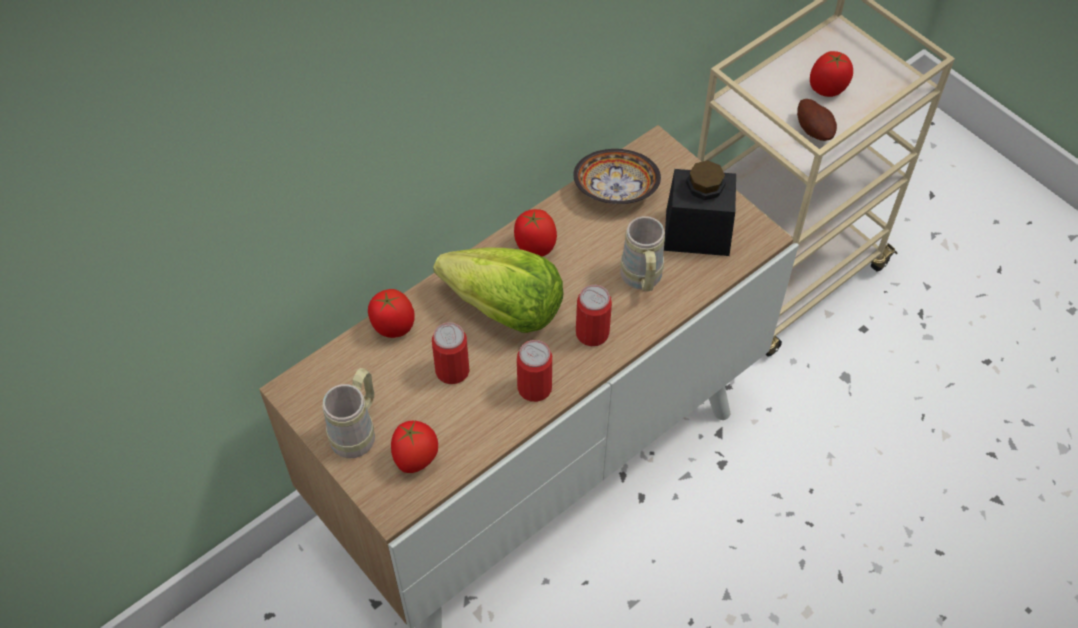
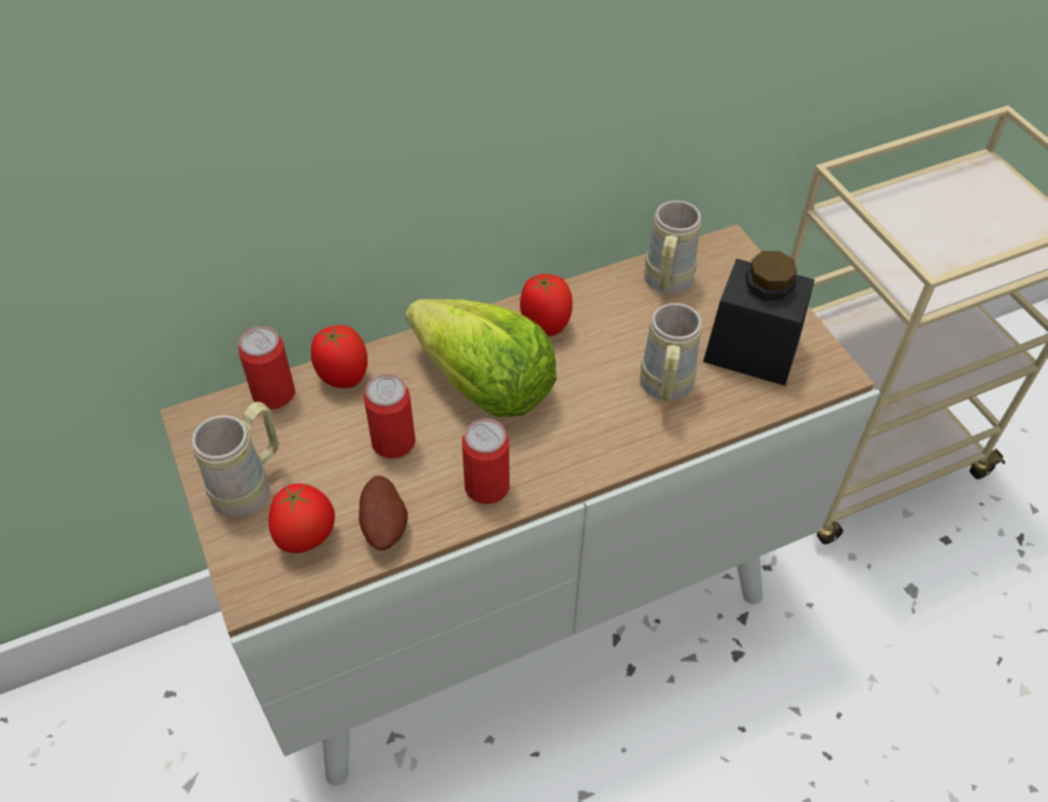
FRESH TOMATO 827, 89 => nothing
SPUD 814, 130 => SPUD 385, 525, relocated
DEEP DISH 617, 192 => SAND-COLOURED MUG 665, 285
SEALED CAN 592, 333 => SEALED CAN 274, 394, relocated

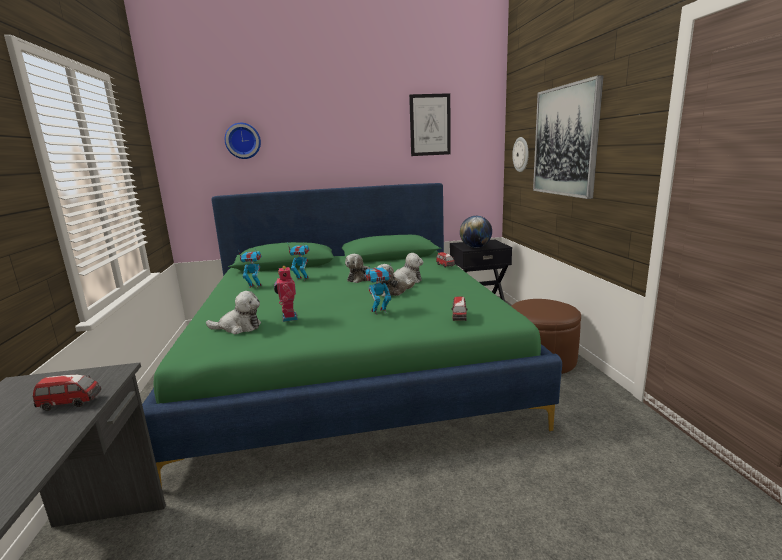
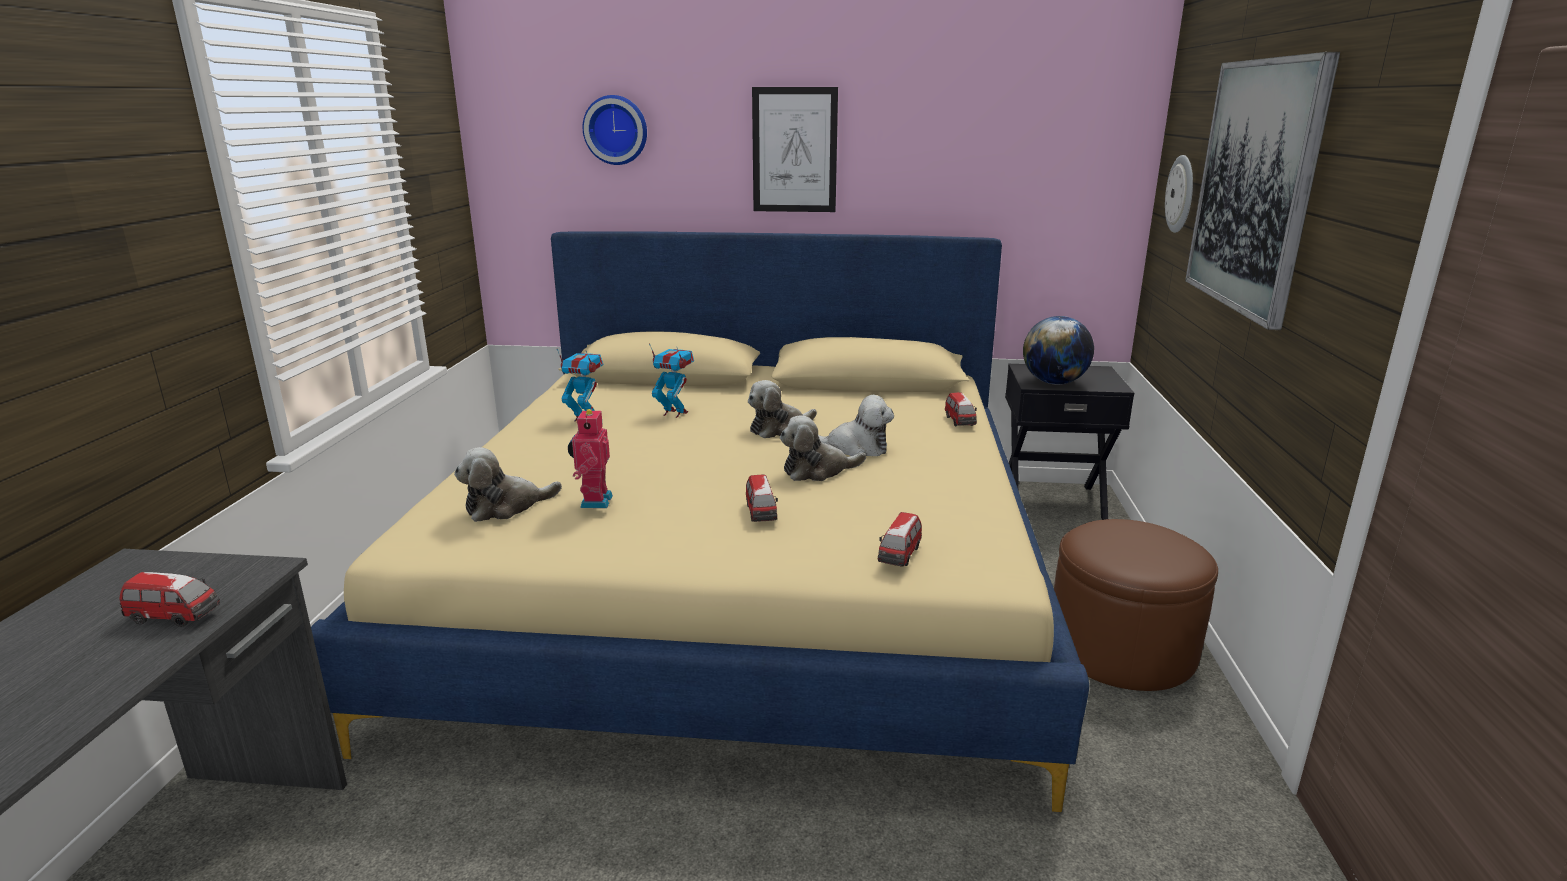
PICTURE 430, 125 => PICTURE 794, 150, relocated
GREENISH BEDROOM BED 351, 363 => SAND-COLOURED BEDROOM BED 744, 584
MODEL ROBOT 379, 311 => TOY CAR 761, 513
CUDDLY TOY 239, 327 => CUDDLY TOY 505, 507, 135 degrees clockwise

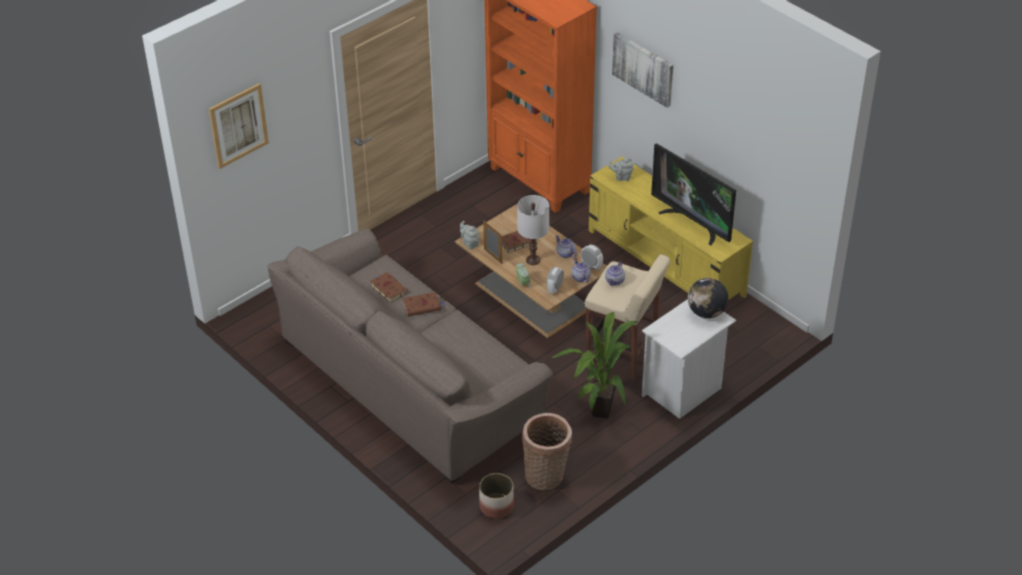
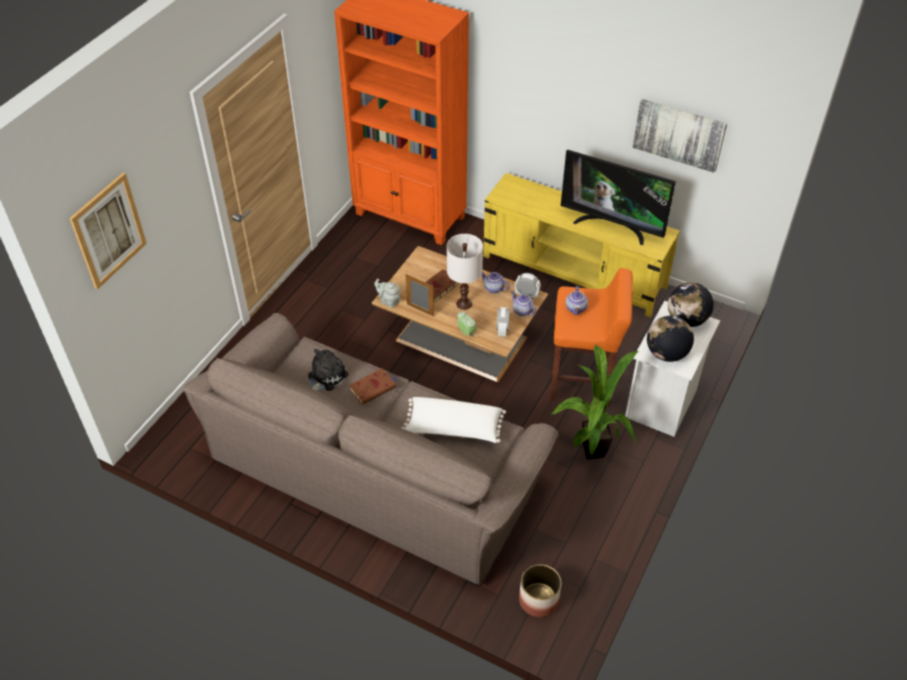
PICTURE 643, 68 => PICTURE 679, 134, relocated
GREYISH POT FOR TEA 621, 177 => nothing
SAND-COLOURED STOOL 623, 354 => ORANGE STOOL 582, 380
BROWNISH BOUND BOOK 388, 288 => CUDDLY TOY 325, 377
STORAGE BASKET 546, 476 => nothing
nothing => DESK GLOBE 666, 353
nothing => WHITE-COLOURED THROW PILLOW 453, 428

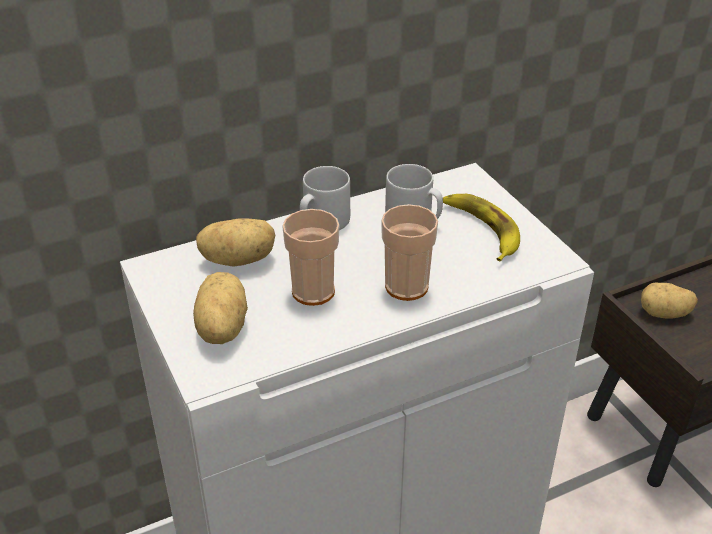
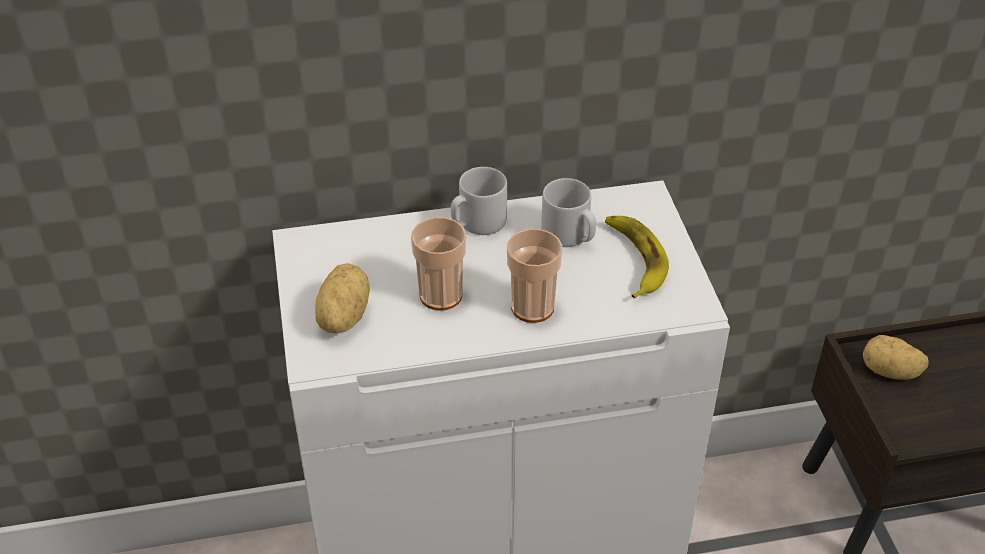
SPUD 238, 259 => nothing

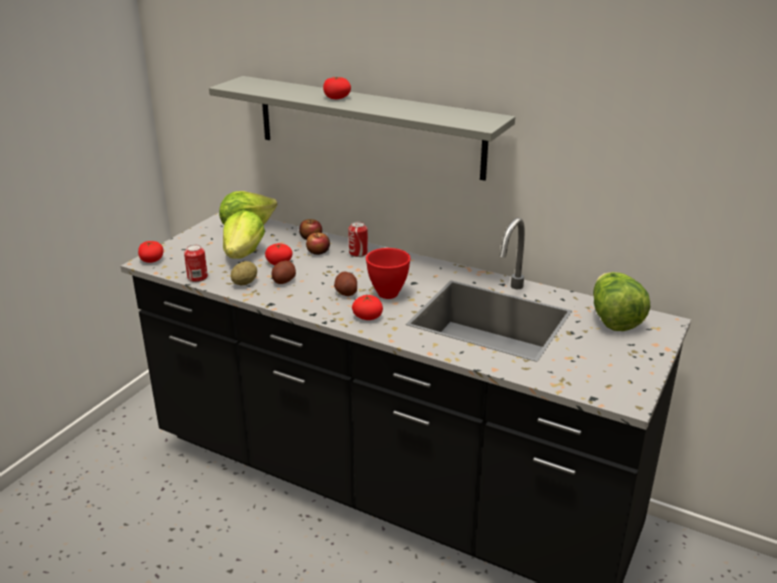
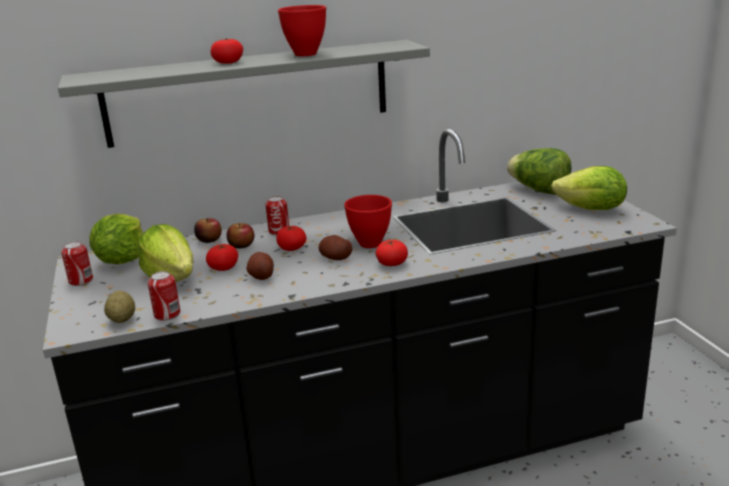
FRESH TOMATO 152, 260 => FRESH TOMATO 291, 248, relocated
SPUD 245, 283 => SPUD 122, 319, relocated
nothing => RED DEEP DISH 306, 54
nothing => LETTUCE HEAD 591, 209
nothing => SEALED CAN 81, 280

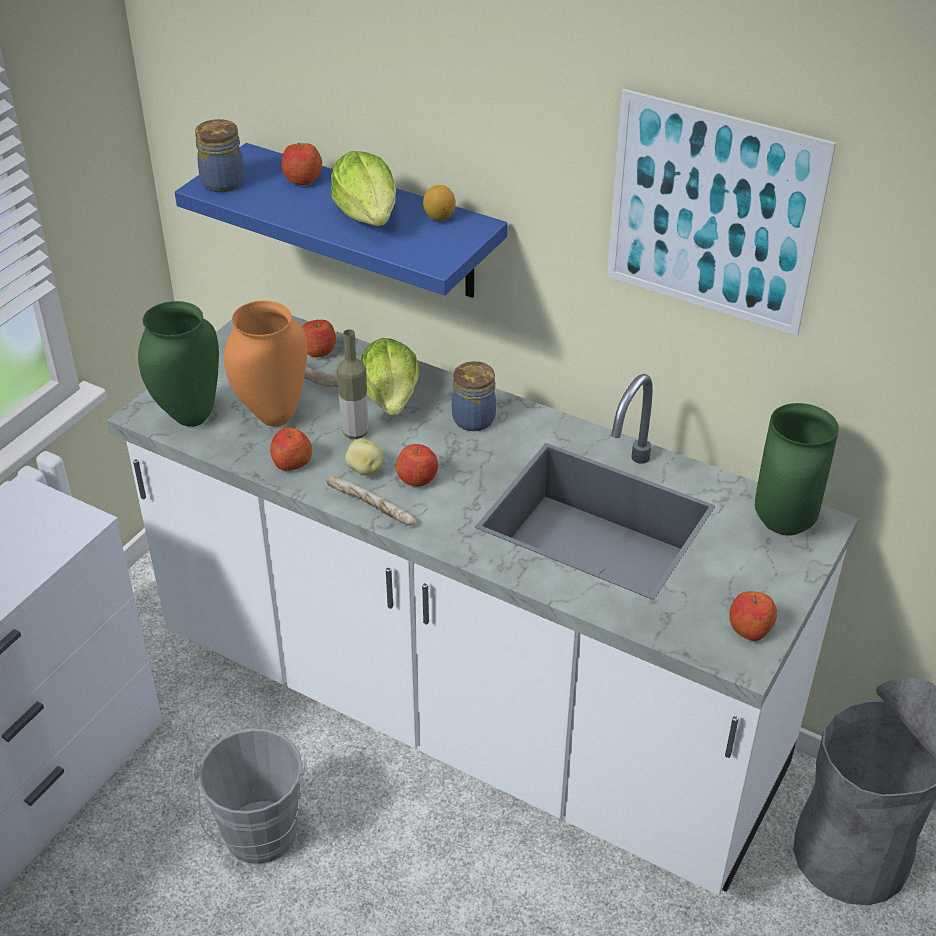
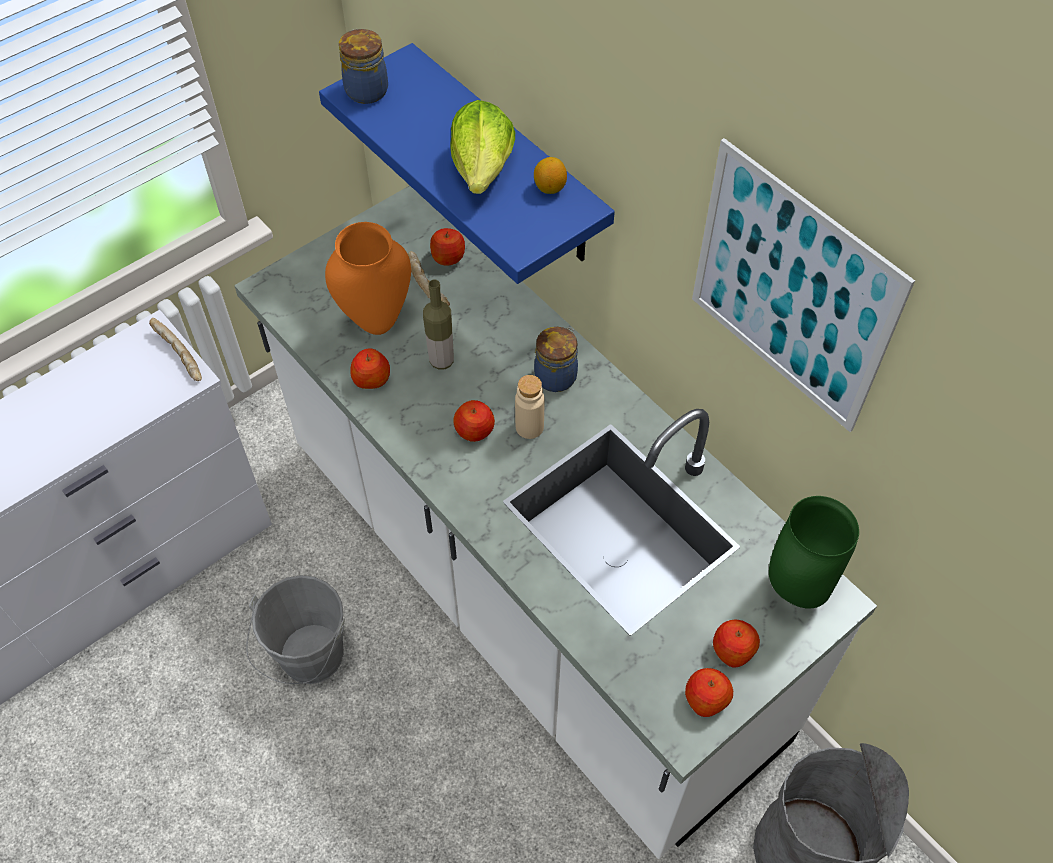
APPLE FRUIT 302, 179 => APPLE FRUIT 732, 650, relocated
GREENISH DECORATIVE VASE 188, 416 => nothing
LETTUCE HEAD 392, 398 => nothing
SPUD 365, 470 => nothing
BREAD 371, 509 => BREAD 177, 355, relocated
nothing => SAND-COLOURED DRINK BOTTLE 529, 427

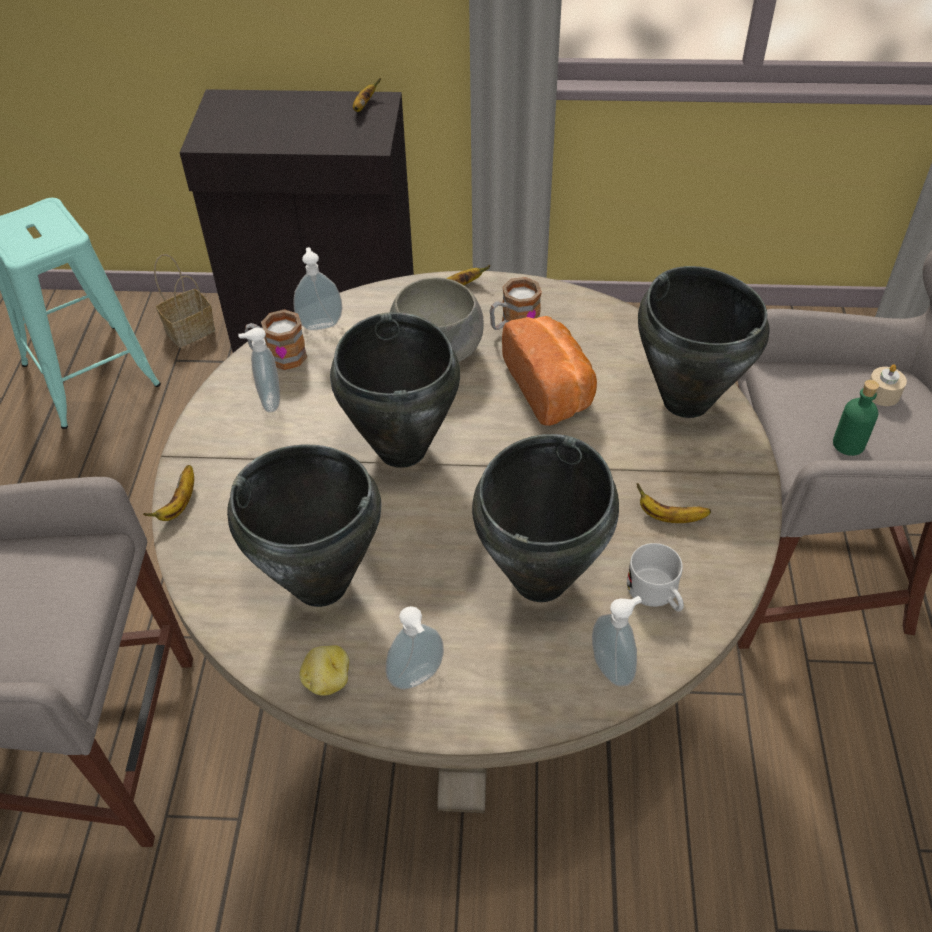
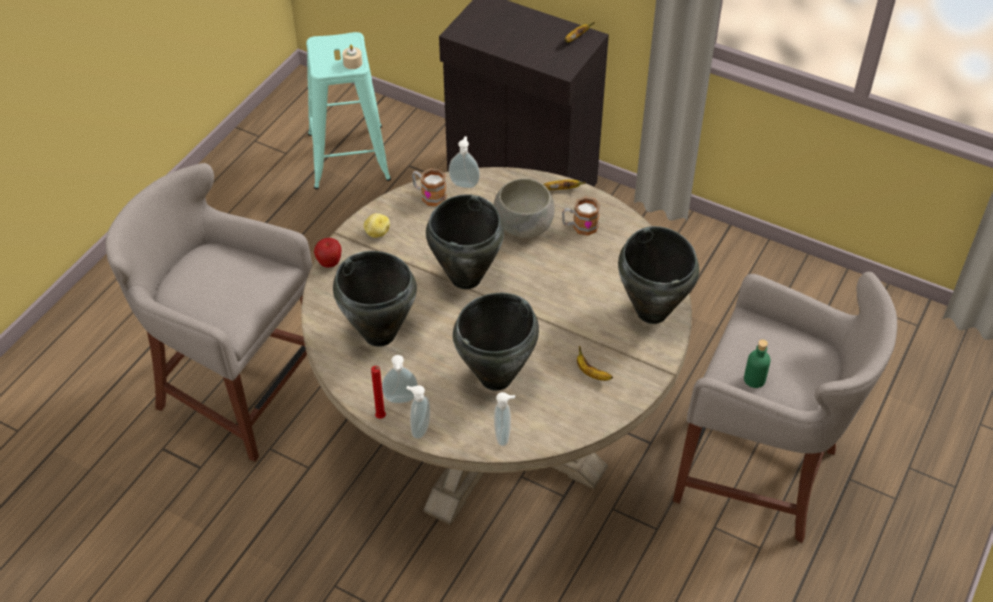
STORAGE BASKET 189, 332 => nothing
BREAD 551, 387 => nothing
SOAP DISPENSER 268, 401 => SOAP DISPENSER 419, 429, relocated
SAND-COLOURED WAX LIGHT 882, 394 => SAND-COLOURED WAX LIGHT 352, 63, relocated
WHOLE BANANA 179, 504 => APPLE FRUIT 329, 263
WHITE-COLOURED MUG 657, 594 => nothing
SPUD 327, 680 => SPUD 377, 233, relocated
nothing => RED WAX LIGHT 381, 418

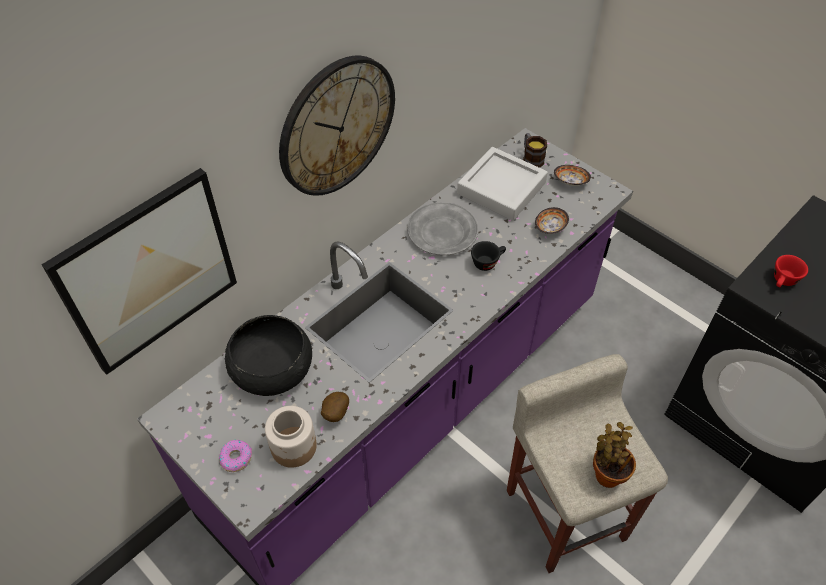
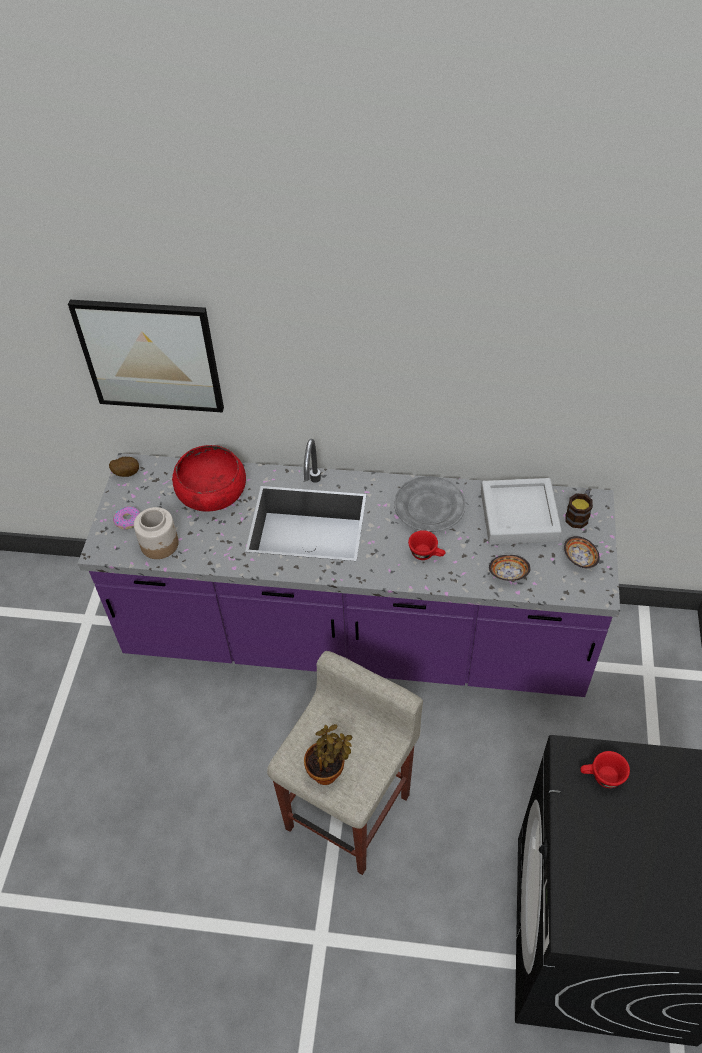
WALL CLOCK 336, 126 => nothing
BLACKISH SMALL CUP 488, 262 => RED SMALL CUP 426, 554
BLACKISH DEEP DISH 272, 368 => RED DEEP DISH 212, 491
SPUD 334, 413 => SPUD 126, 473, relocated

